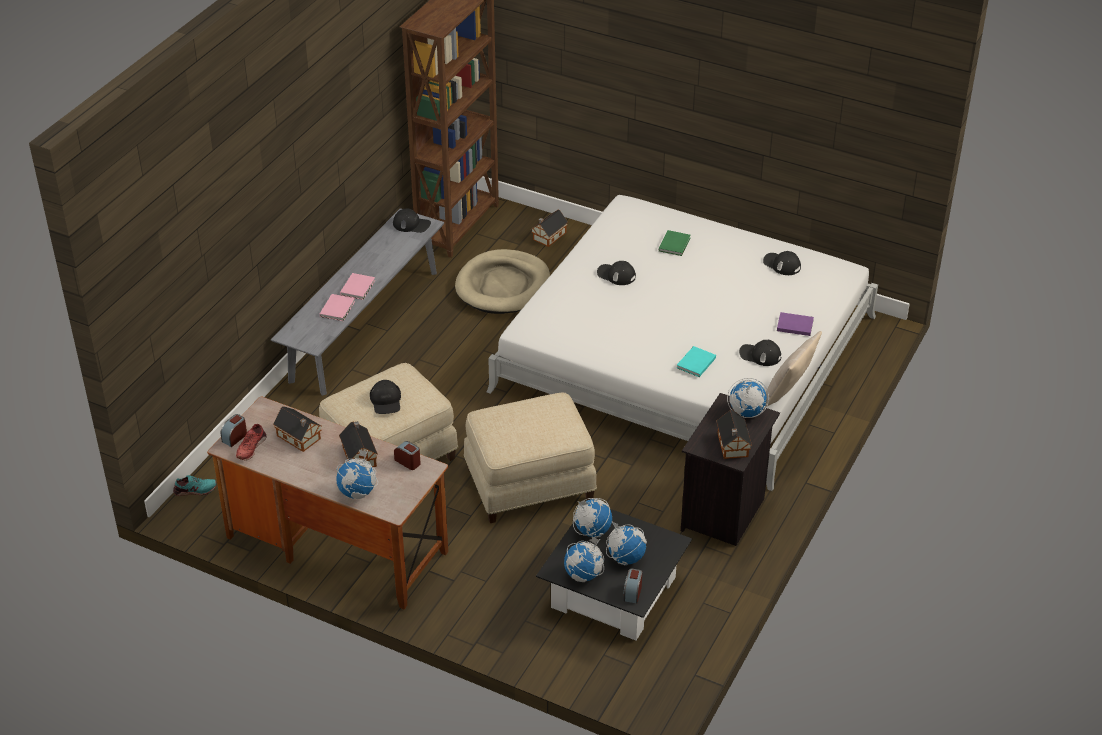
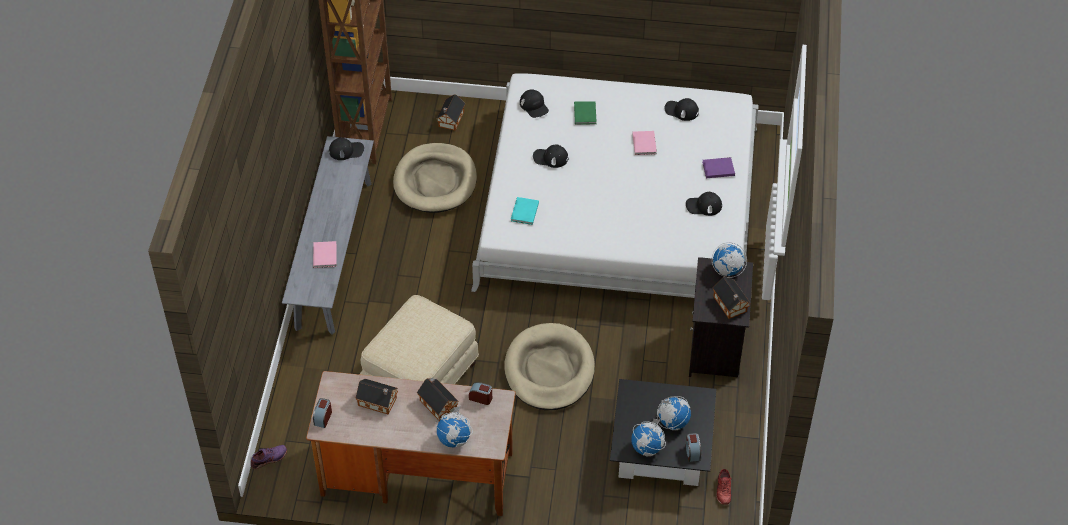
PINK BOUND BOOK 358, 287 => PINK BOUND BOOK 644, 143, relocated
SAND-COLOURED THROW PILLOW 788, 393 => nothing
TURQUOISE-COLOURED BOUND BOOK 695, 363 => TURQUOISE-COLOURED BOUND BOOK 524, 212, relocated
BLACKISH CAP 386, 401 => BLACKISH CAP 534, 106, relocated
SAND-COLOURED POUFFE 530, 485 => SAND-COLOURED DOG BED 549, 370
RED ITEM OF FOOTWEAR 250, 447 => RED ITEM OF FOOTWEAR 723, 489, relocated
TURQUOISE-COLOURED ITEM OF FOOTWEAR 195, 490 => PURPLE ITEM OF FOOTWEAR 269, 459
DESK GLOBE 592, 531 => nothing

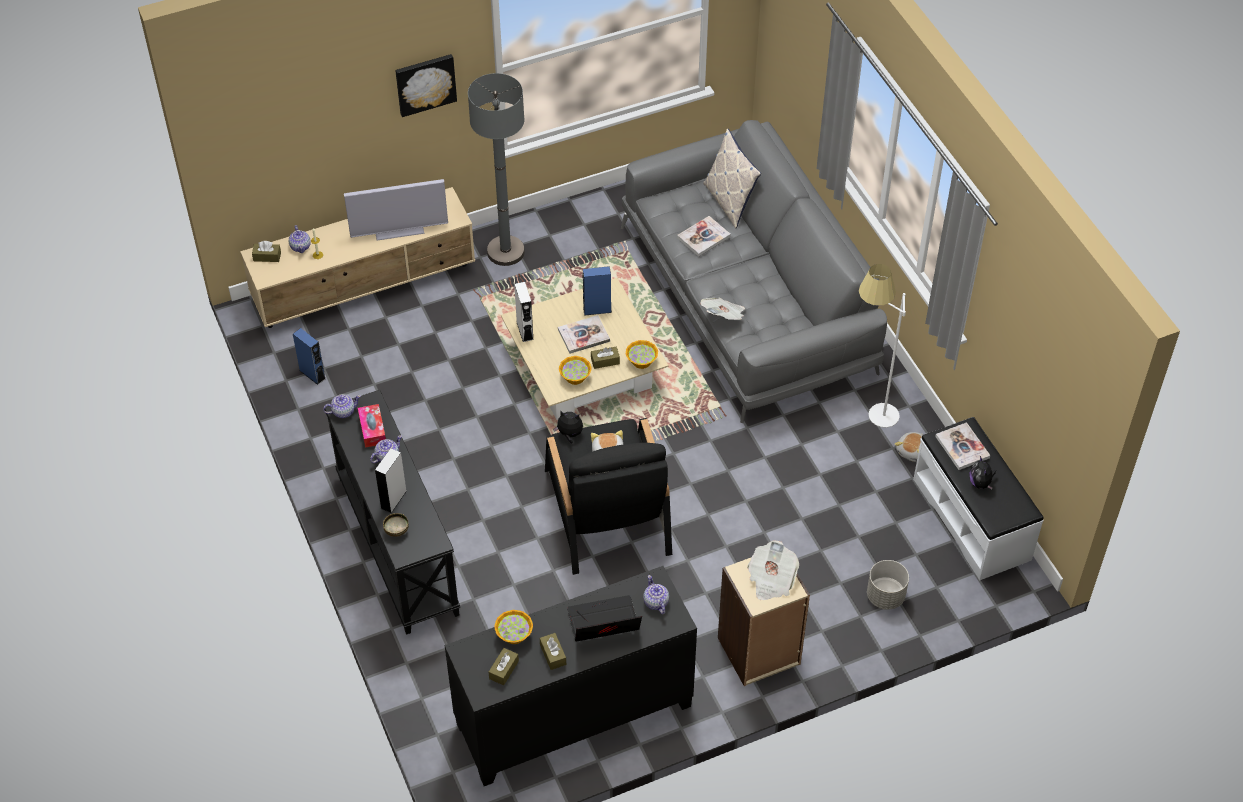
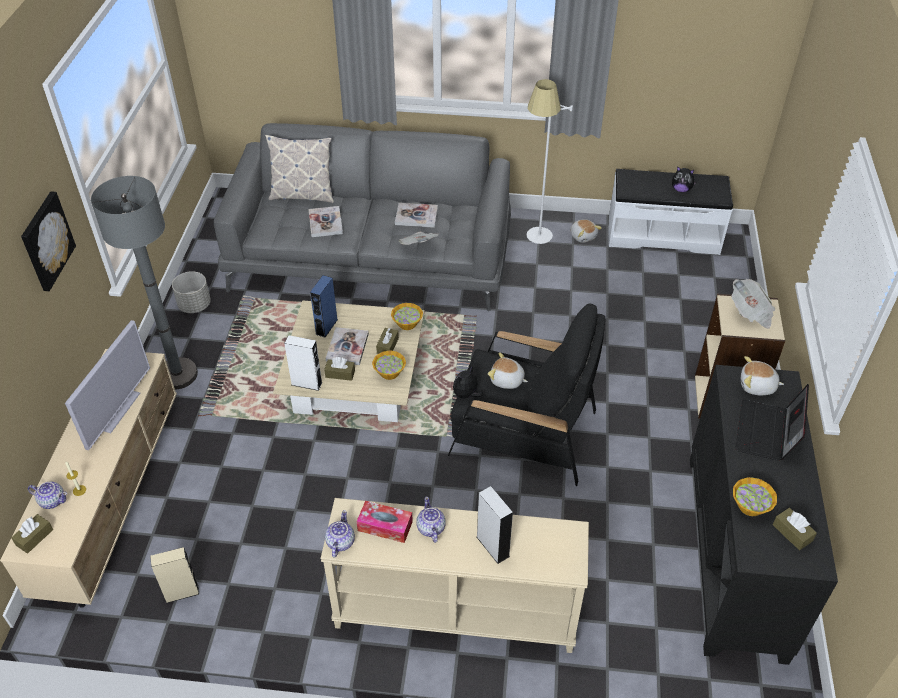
BLUISH AUDIO SPEAKER 312, 374 => SAND-COLOURED AUDIO SPEAKER 182, 593
BLACKISH NARROW TABLE 396, 545 => SAND-COLOURED NARROW TABLE 455, 613
BOUND BOOK 962, 447 => BOUND BOOK 416, 216, relocated
DEEP DISH 396, 530 => nothing
GREYISH PLANT POT 885, 596 => GREYISH PLANT POT 195, 305, relocated
POT FOR TEA 655, 602 => CUDDLY TOY 757, 386
BROWNISH BOX OF TISSUES 553, 654 => BROWNISH BOX OF TISSUES 340, 374, relocated

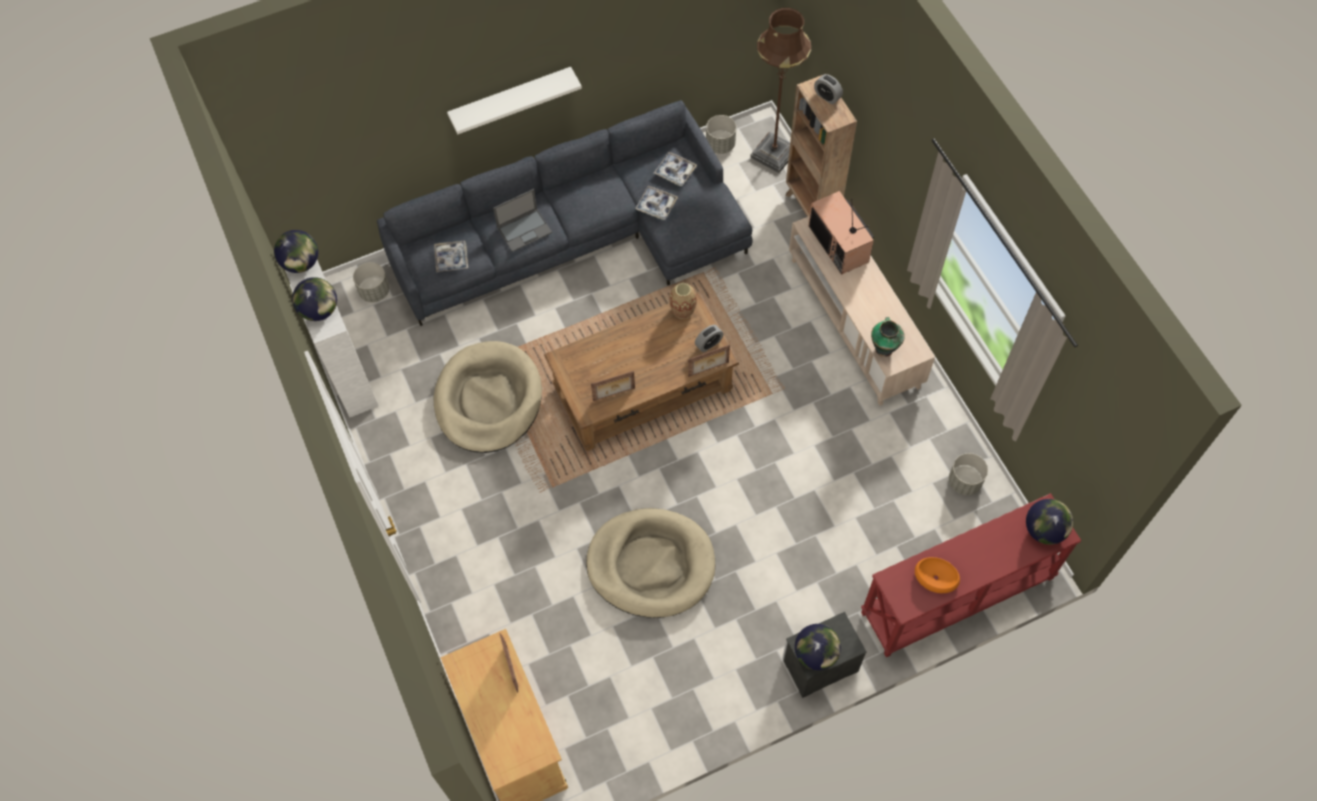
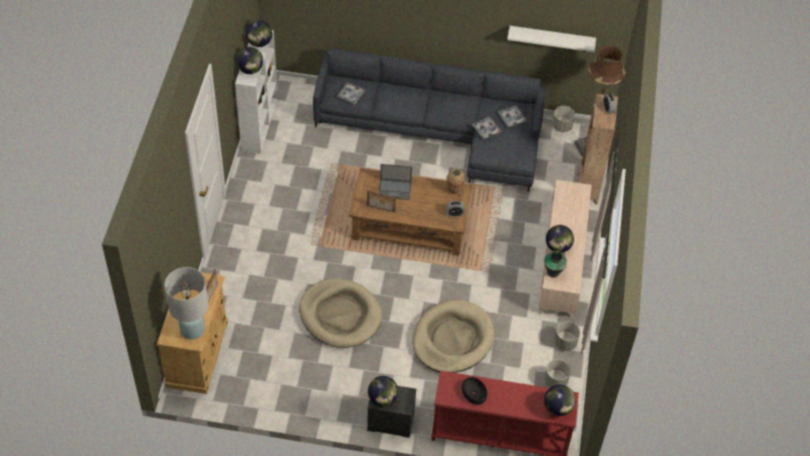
WHITE-COLOURED SHELF 511, 99 => WHITE-COLOURED SHELF 551, 39, relocated
LAPTOP 525, 229 => LAPTOP 395, 189, relocated
TV 840, 244 => nothing
GREYISH PLANT POT 374, 291 => GREYISH PLANT POT 565, 343, relocated
SAND-COLOURED DOG BED 488, 400 => SAND-COLOURED DOG BED 452, 339, relocated
PICTURE FRAME 708, 370 => nothing
ORANGE DEEP DISH 935, 578 => BLACKISH DEEP DISH 473, 393
nothing => DESK GLOBE 558, 247
nothing => WHITE-COLOURED TABLETOP LAMP 192, 330

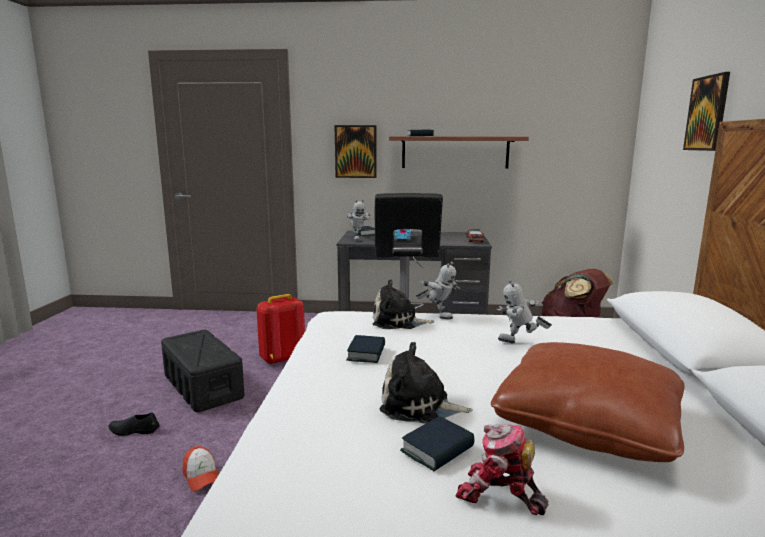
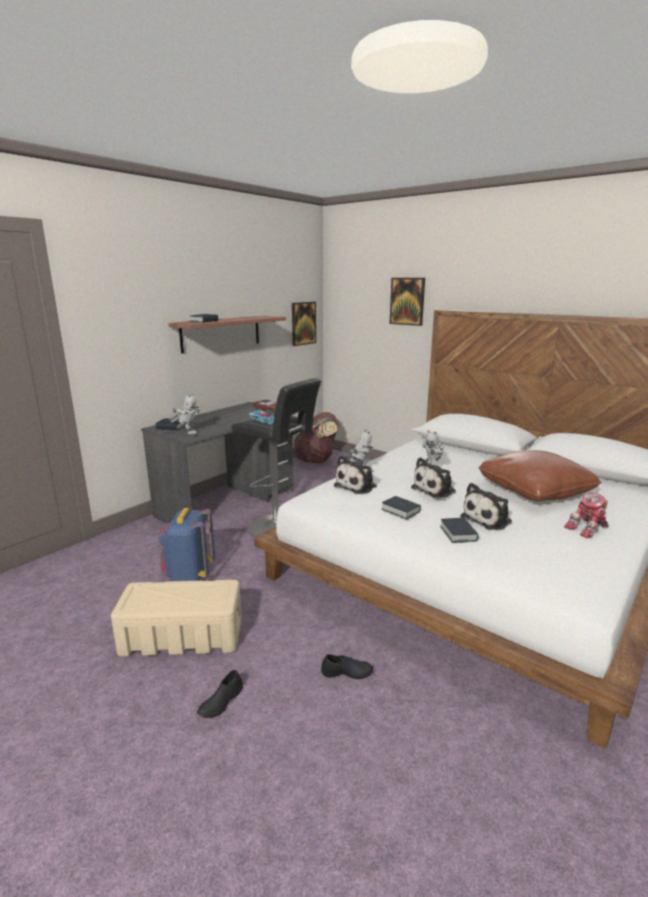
PICTURE 356, 151 => PICTURE 303, 323, relocated
RED RUCKSACK 282, 358 => BLUISH RUCKSACK 189, 576
BLACKISH STORAGE BIN 202, 386 => SAND-COLOURED STORAGE BIN 181, 636
BOUND BOOK 437, 449 => BOUND BOOK 458, 534, relocated
CAP 201, 476 => BLACKISH ITEM OF FOOTWEAR 347, 672
nothing => CUDDLY TOY 435, 490

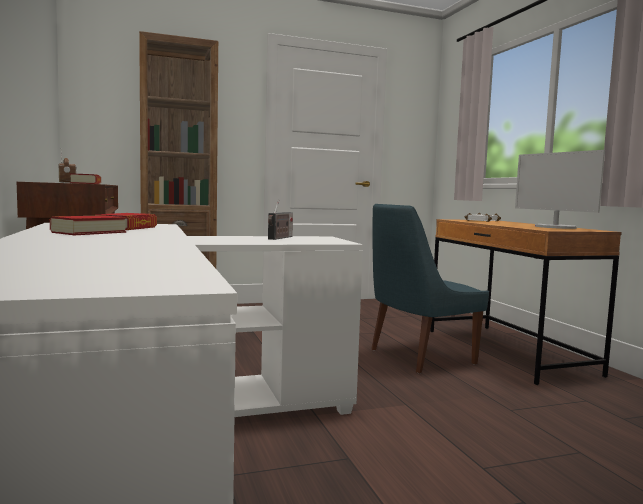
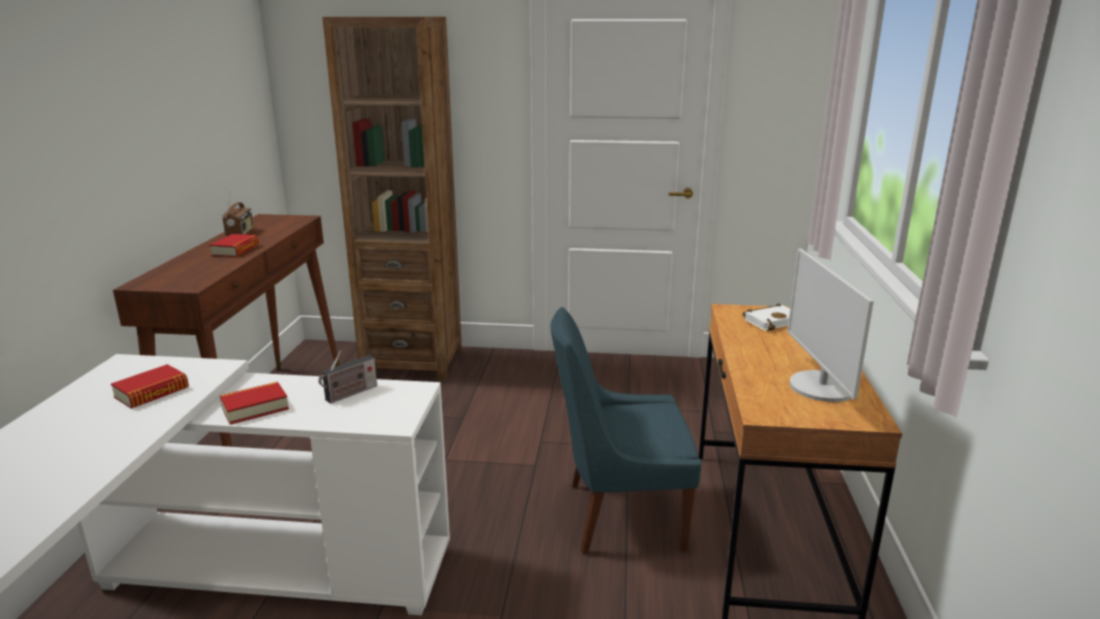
BOUND BOOK 89, 232 => BOUND BOOK 255, 408, relocated

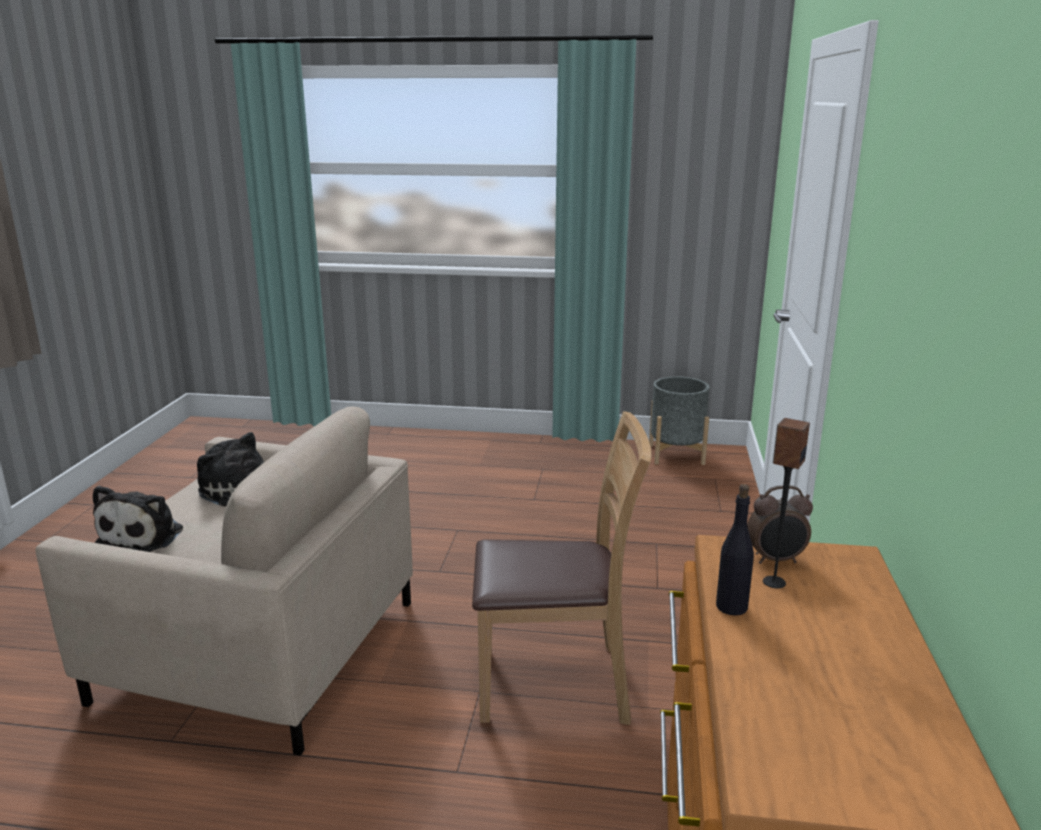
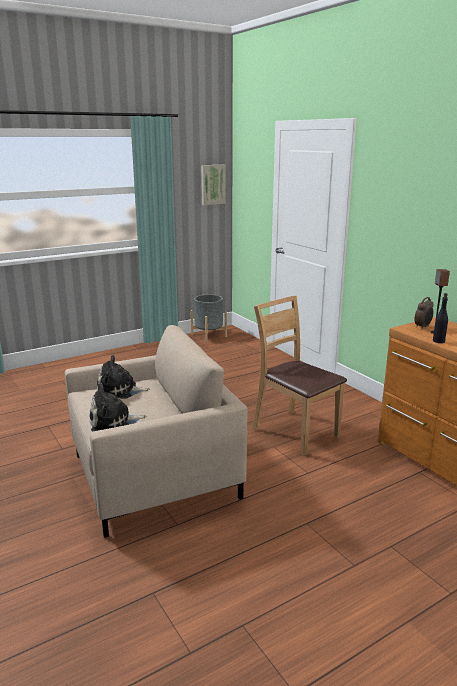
BROWNISH PLAIN CHAIR 555, 684 => BROWNISH PLAIN CHAIR 295, 432, 90 degrees counterclockwise
CUDDLY TOY 144, 535 => CUDDLY TOY 113, 422, 105 degrees clockwise
nothing => PICTURE 212, 184

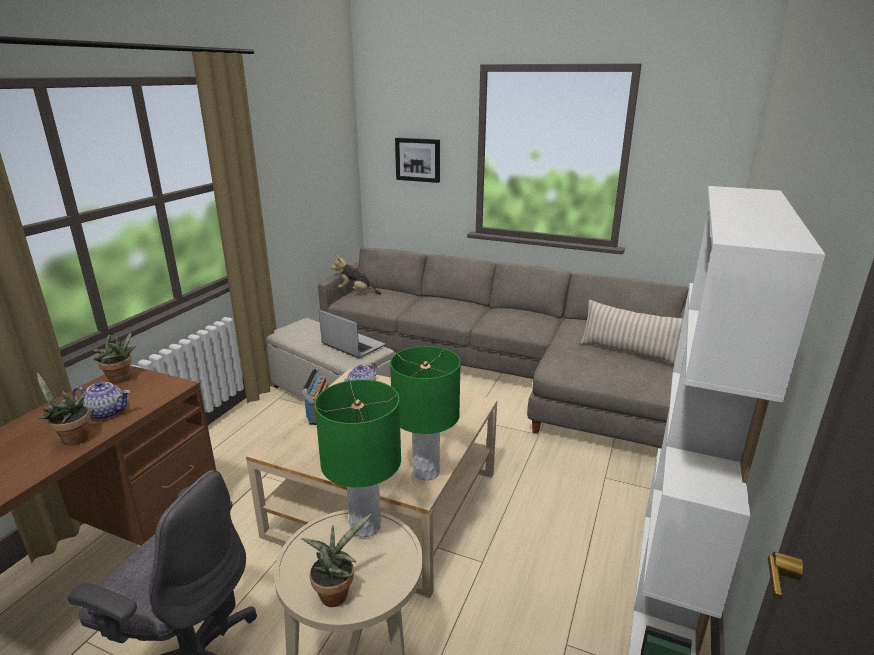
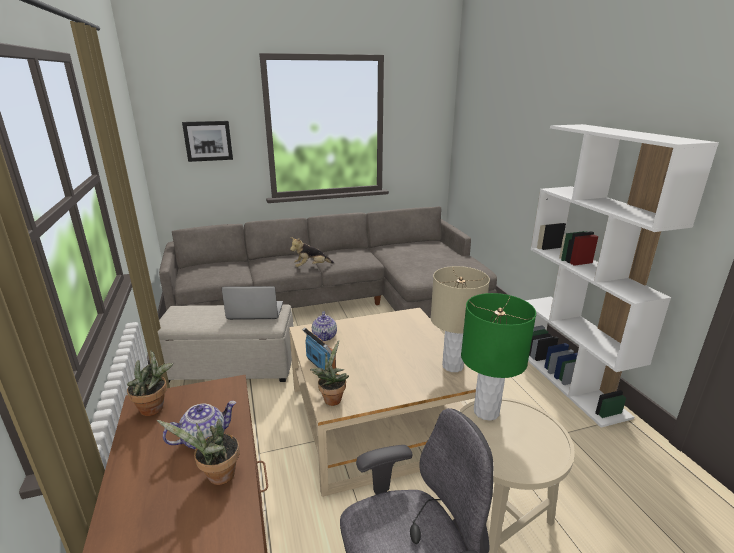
CUDDLY TOY 356, 292 => CUDDLY TOY 311, 267, relocated
SAND-COLOURED THROW PILLOW 629, 351 => nothing
GREENISH TABLETOP LAMP 425, 472 => SAND-COLOURED TABLETOP LAMP 452, 366
PLANT IN A POT 336, 593 => PLANT IN A POT 332, 398, relocated

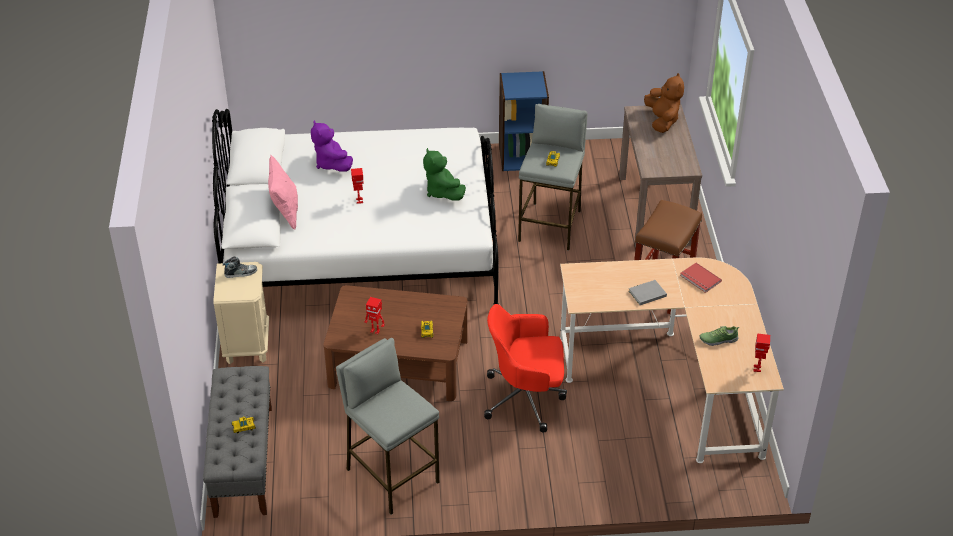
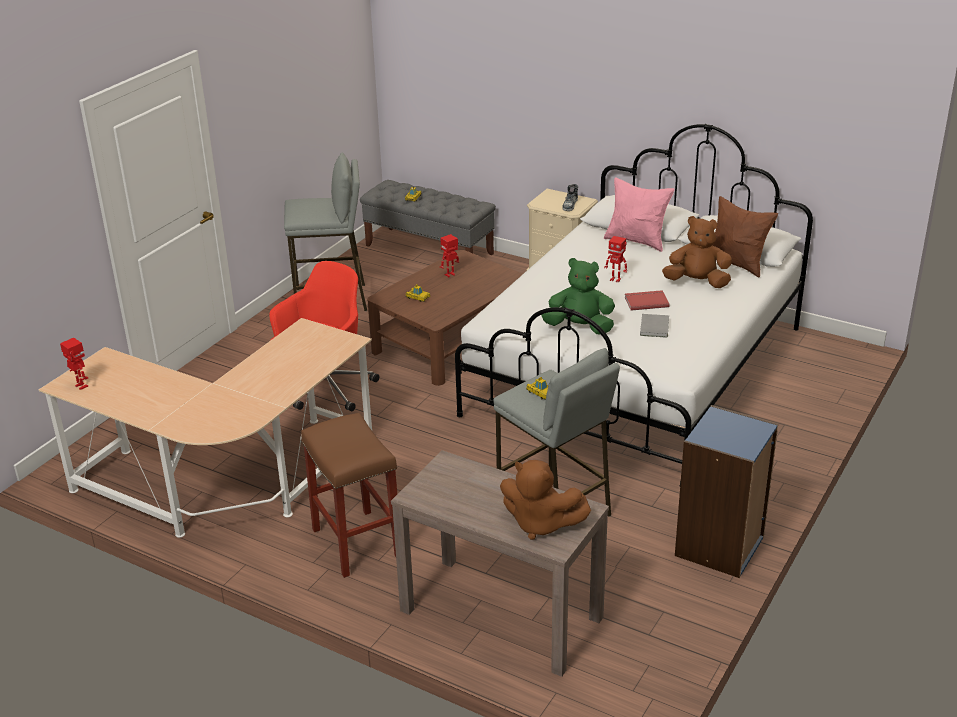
PURPLE CUDDLY TOY 331, 164 => BROWNISH CUDDLY TOY 697, 282
RED BOUND BOOK 699, 279 => RED BOUND BOOK 646, 301, relocated
GREYISH BOUND BOOK 646, 293 => GREYISH BOUND BOOK 655, 327, relocated
ITEM OF FOOTWEAR 718, 339 => nothing
nothing => BROWNISH THROW PILLOW 736, 264

